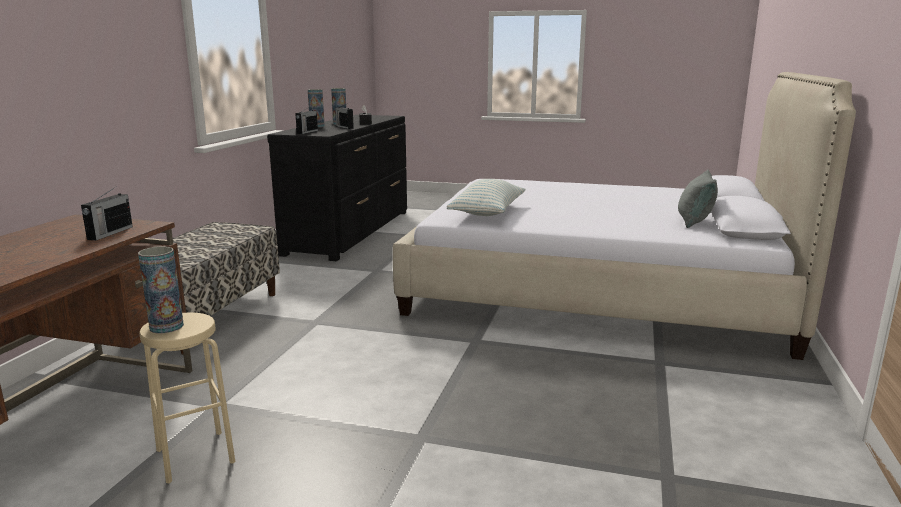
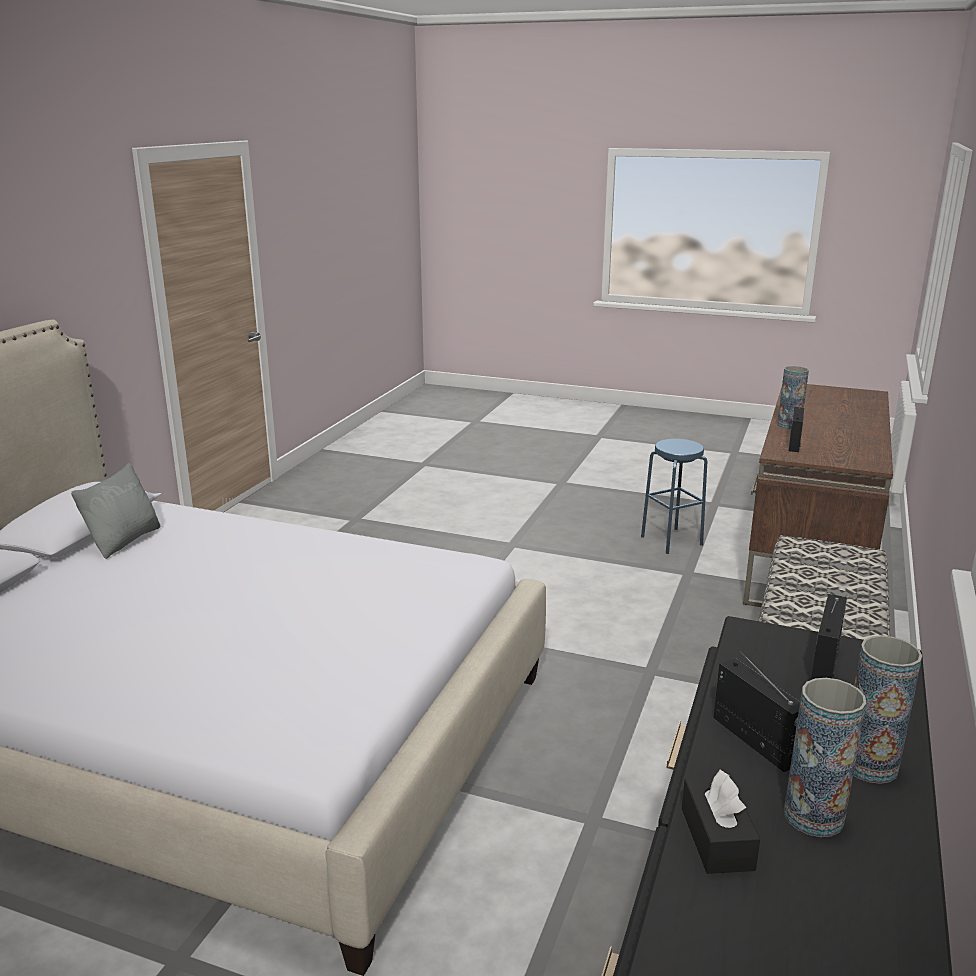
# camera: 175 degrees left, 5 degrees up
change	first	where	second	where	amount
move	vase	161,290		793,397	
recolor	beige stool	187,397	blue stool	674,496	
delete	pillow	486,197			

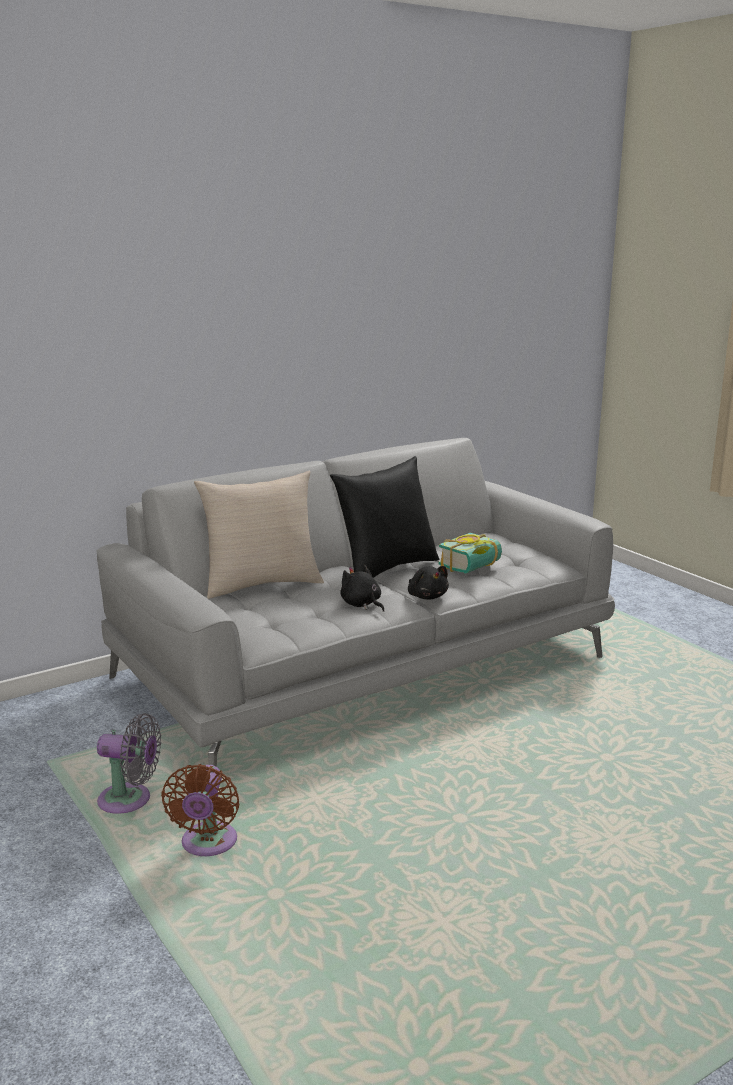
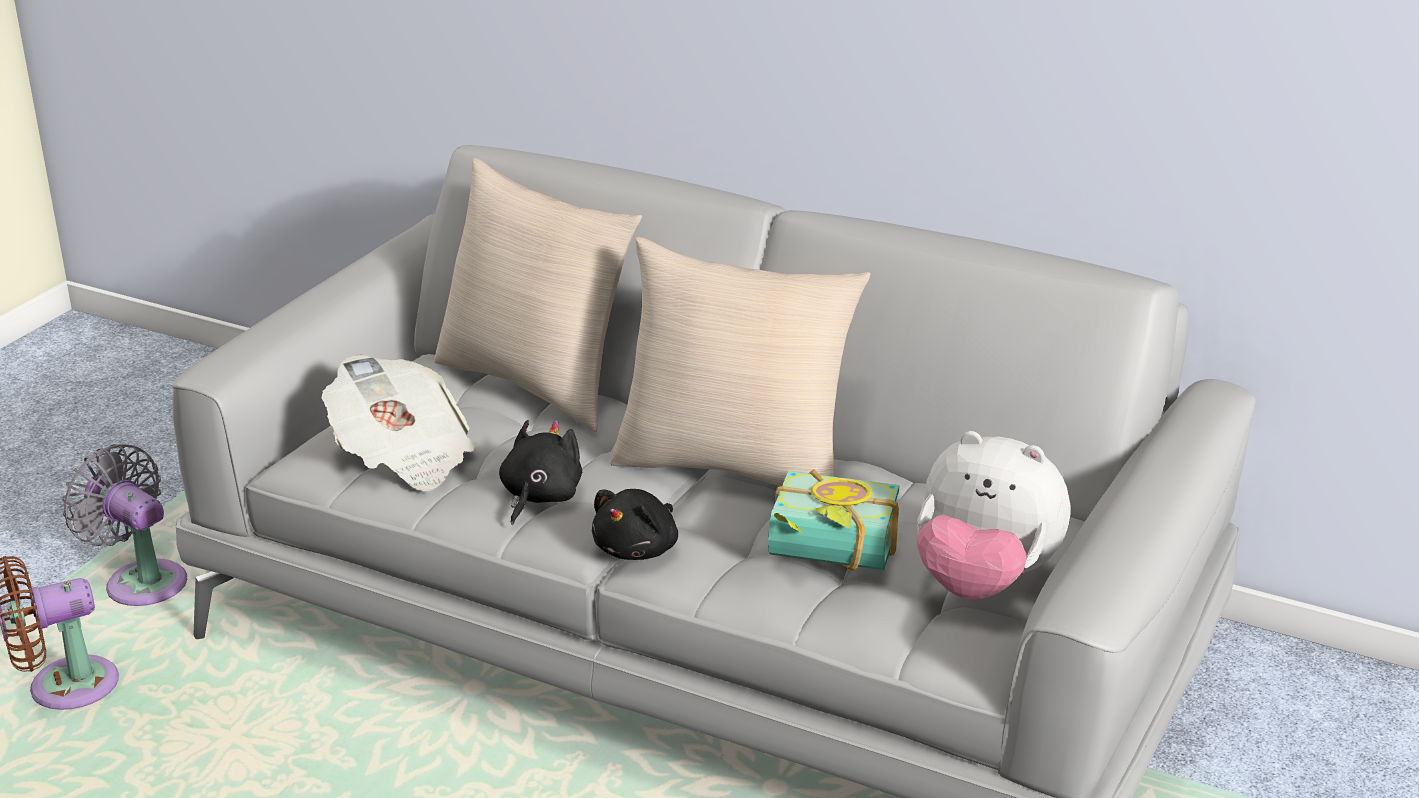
# camera: 60 degrees right, 10 degrees up
change	first	where	second	where	amount
rotate	grey fan	129,763		124,525	150 degrees clockwise
recolor	black pillow	384,517	beige pillow	740,361	
insert			newspaper	399,422	
insert			plush toy	993,515	

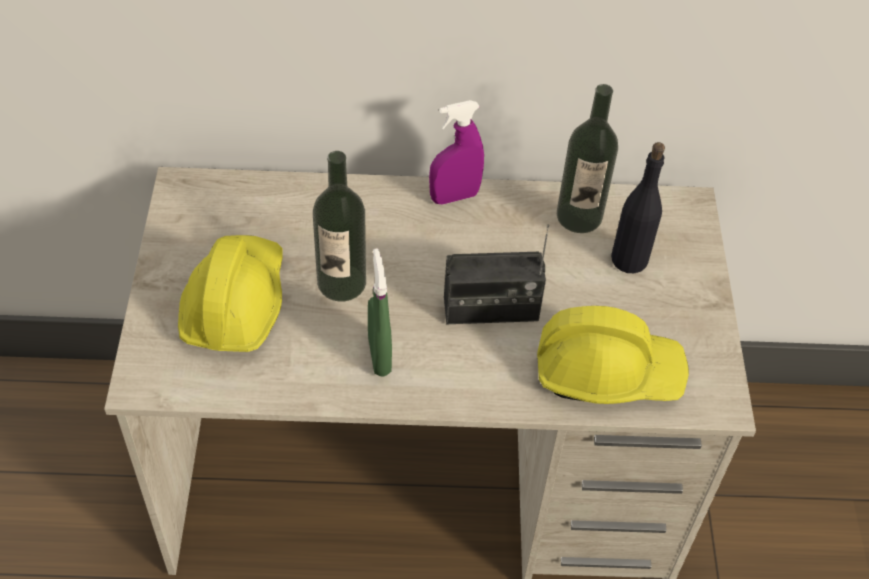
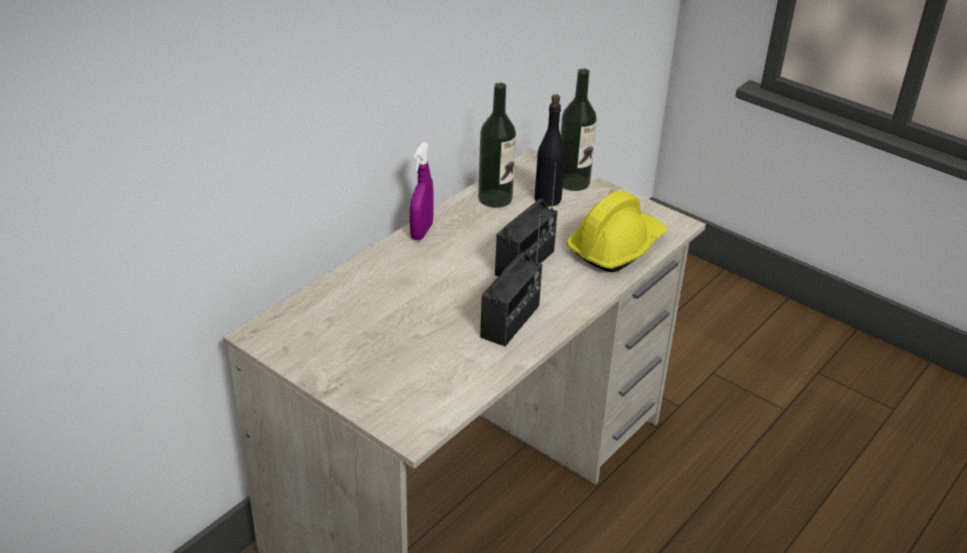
# camera: 50 degrees left, 15 degrees down
change	first	where	second	where	amount
delete	yellow hard hat	230,293			
move	bottle	339,226		579,129	
replace	green spray bottle	380,312	radio	511,281	

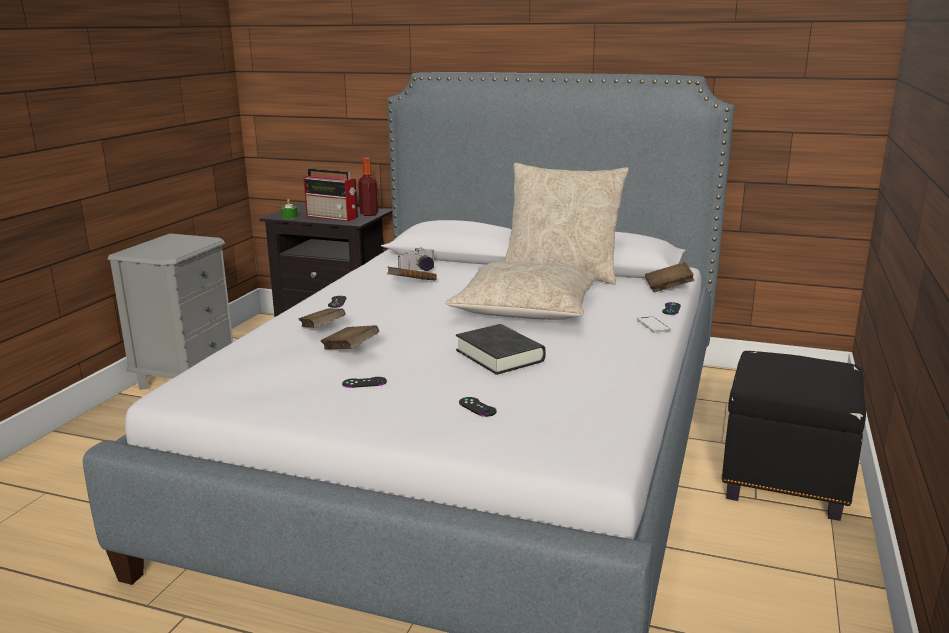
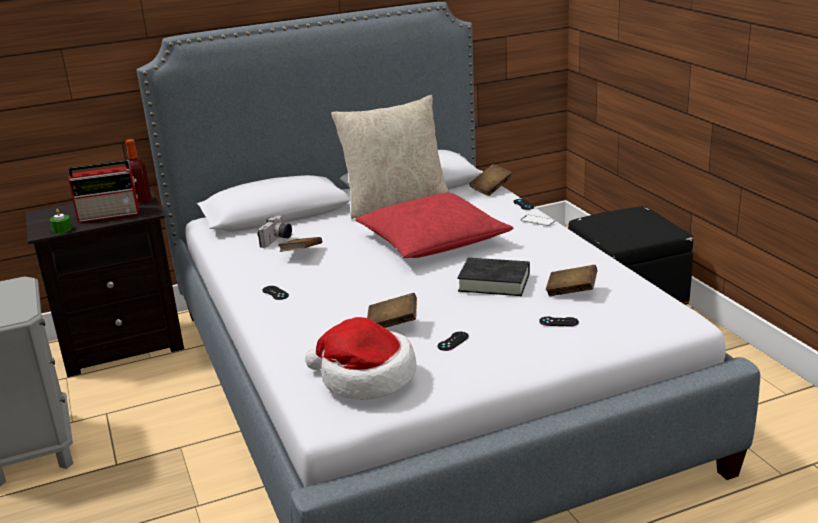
# camera: 40 degrees left, 5 degrees up
change	first	where	second	where	amount
move	brown book	322,318		571,280	
recolor	beige pillow	522,291	red pillow	434,225	
insert			hat	360,358	

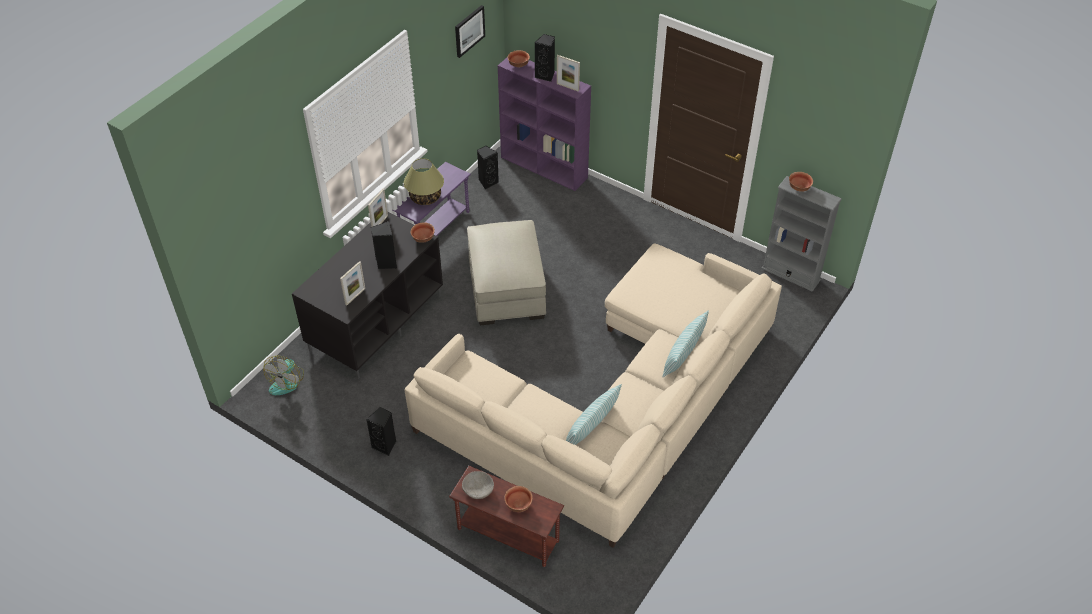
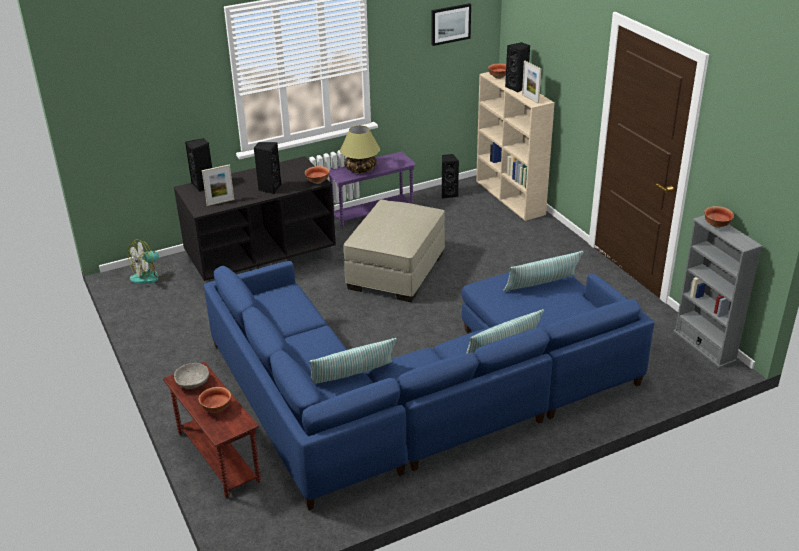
# camera: 30 degrees right, 15 degrees down
change	first	where	second	where	amount
move	black speaker	381,431		198,165	
delete	picture frame	378,208			
recolor	beige sofa	593,396	blue sofa	429,385	
recolor	purple bookcase	544,124	beige bookcase	515,146	
insert			pillow	543,271	

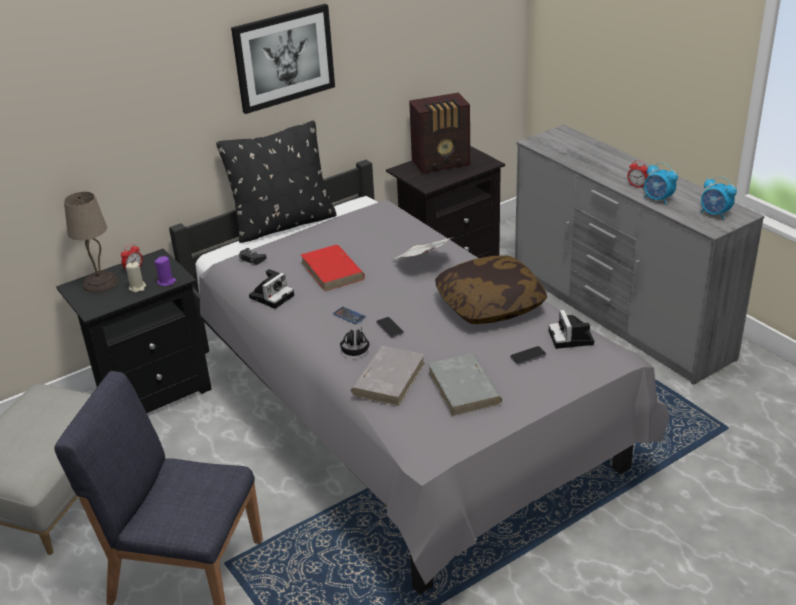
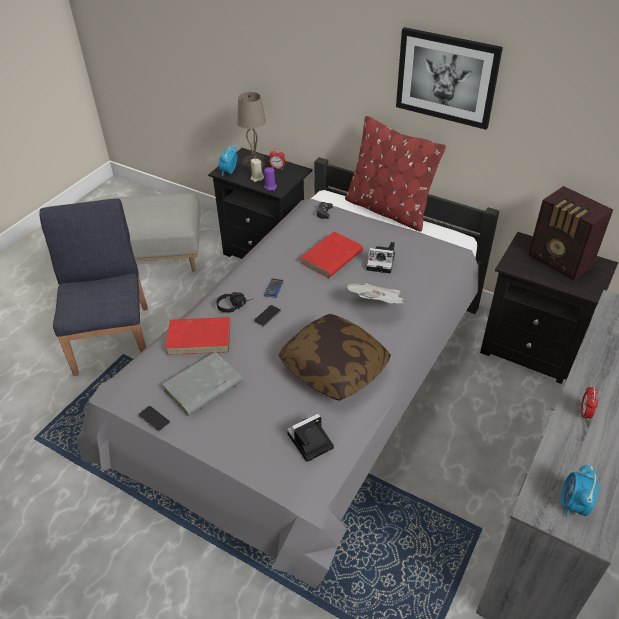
# camera: 65 degrees right, 10 degrees up
change	first	where	second	where	amount
recolor	black pillow	276,181	red pillow	395,174	
move	photo camera	271,289		381,257	
recolor	grey book	388,376	red book	198,336	
move	phone	528,355		154,419	
move	alarm clock	661,183		228,160	

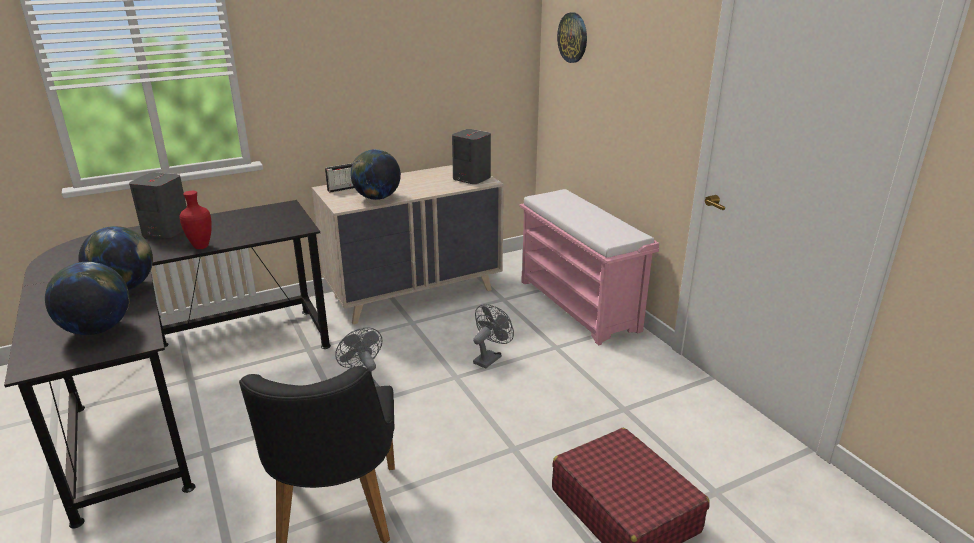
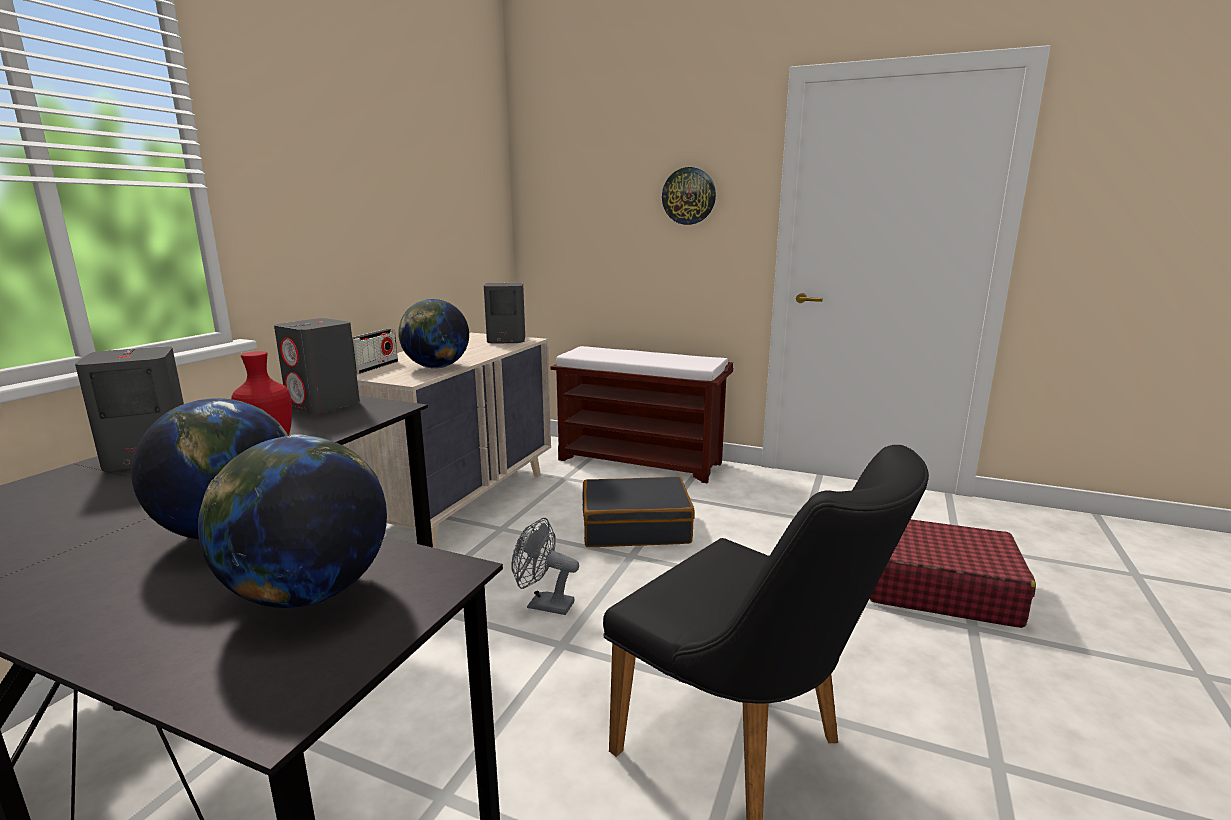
# camera: 40 degrees left, 10 degrees down
change	first	where	second	where	amount
replace	grey fan	493,336	black suitcase	639,511	
recolor	pink bench	589,267	brown bench	642,414	
move	wall clock	572,37		689,196	
insert			grey speaker	317,365	

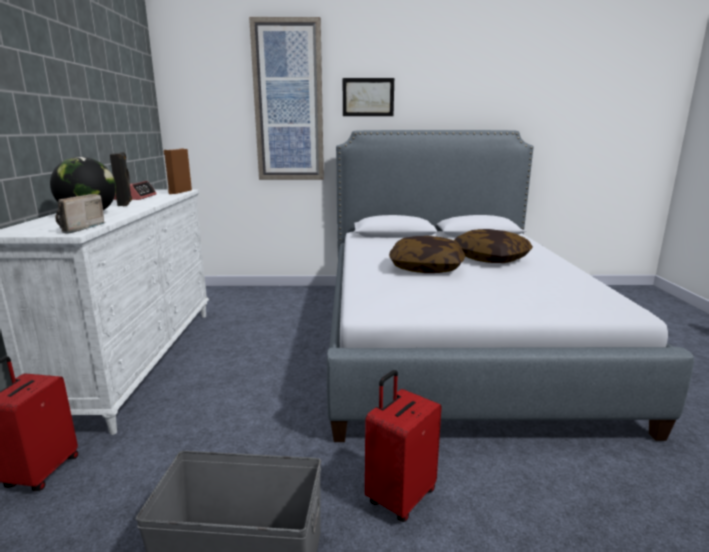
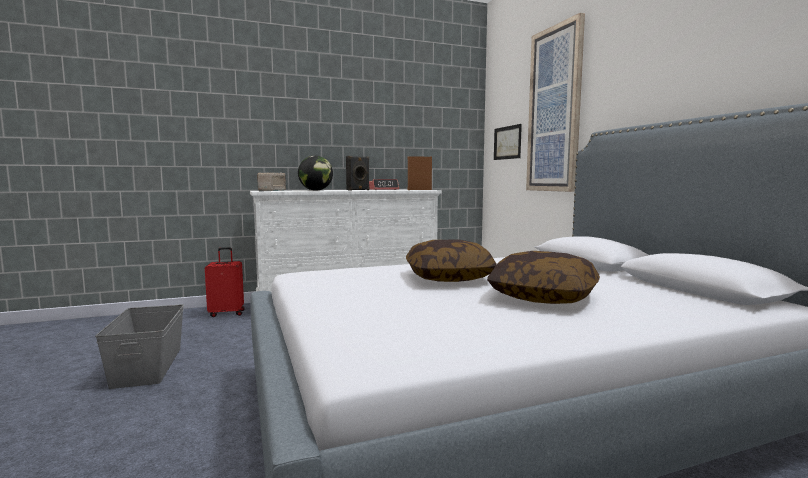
# camera: 70 degrees right, 10 degrees down
change	first	where	second	where	amount
move	picture	368,97		508,142	
delete	red suitcase	403,446			

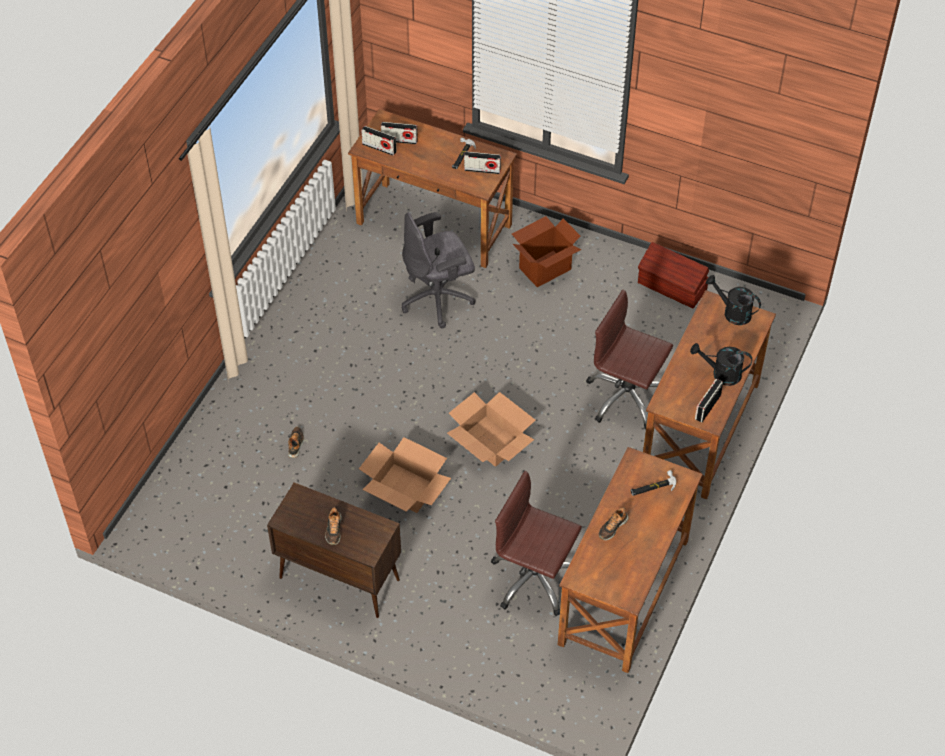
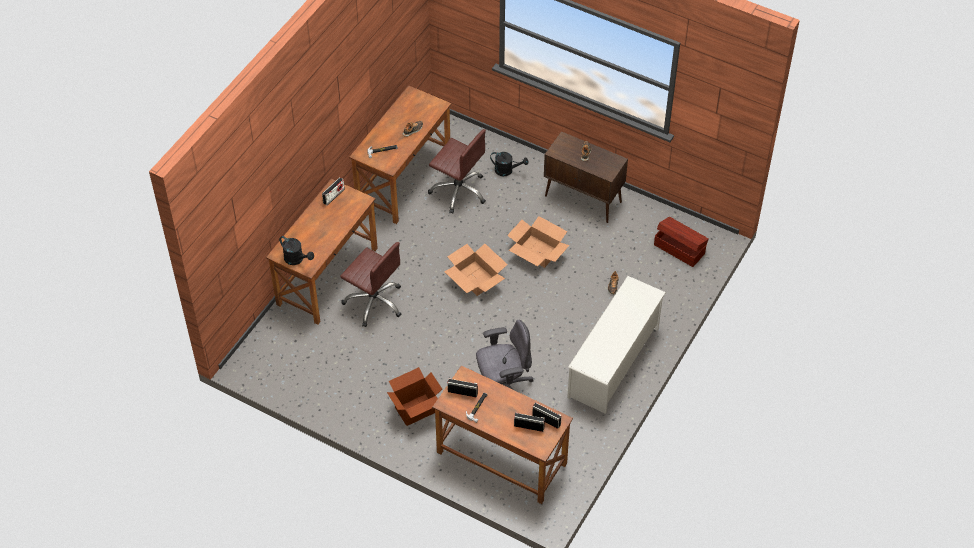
# camera: 175 degrees left, 0 degrees up
change	first	where	second	where	amount
move	brown storage box	673,275		681,242	
move	black watering can	721,364		509,164	
insert			white shoe rack	616,345	

